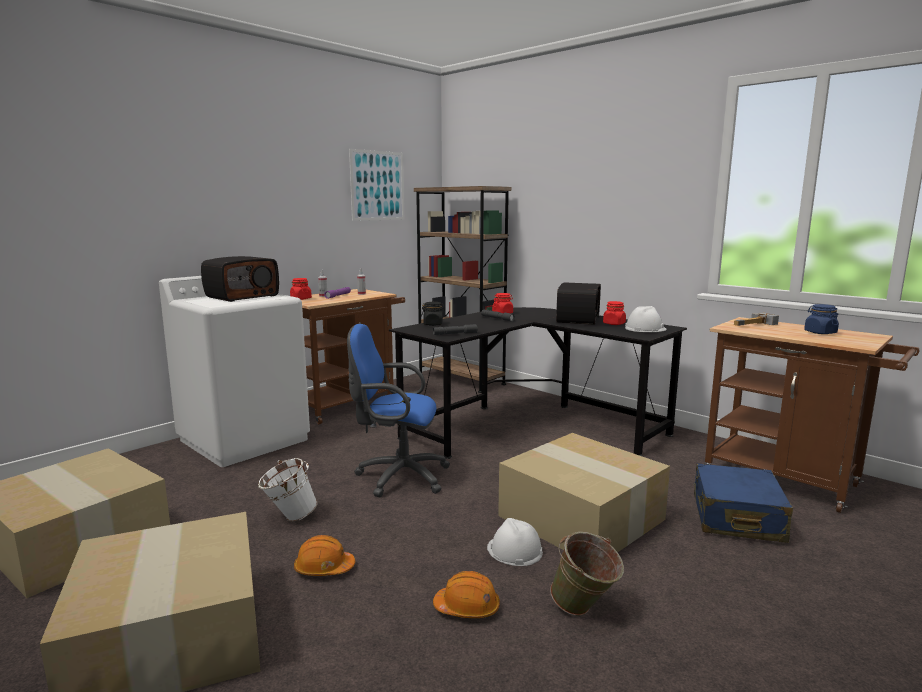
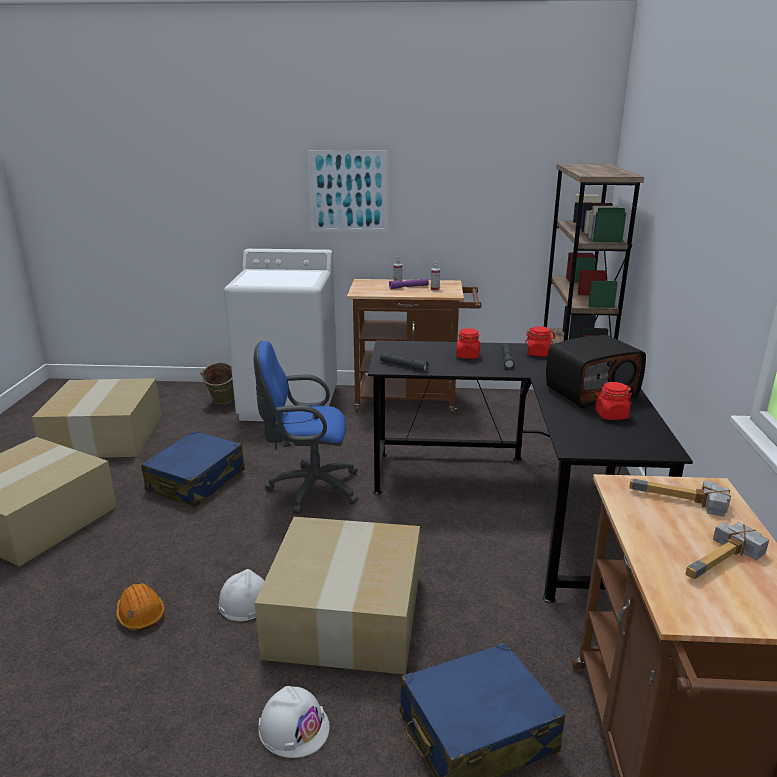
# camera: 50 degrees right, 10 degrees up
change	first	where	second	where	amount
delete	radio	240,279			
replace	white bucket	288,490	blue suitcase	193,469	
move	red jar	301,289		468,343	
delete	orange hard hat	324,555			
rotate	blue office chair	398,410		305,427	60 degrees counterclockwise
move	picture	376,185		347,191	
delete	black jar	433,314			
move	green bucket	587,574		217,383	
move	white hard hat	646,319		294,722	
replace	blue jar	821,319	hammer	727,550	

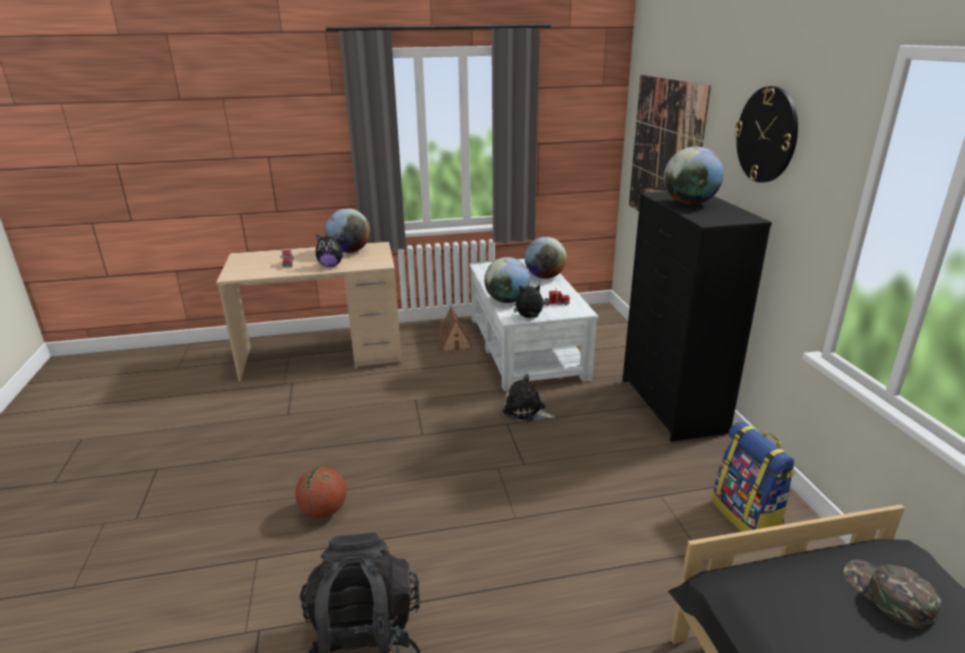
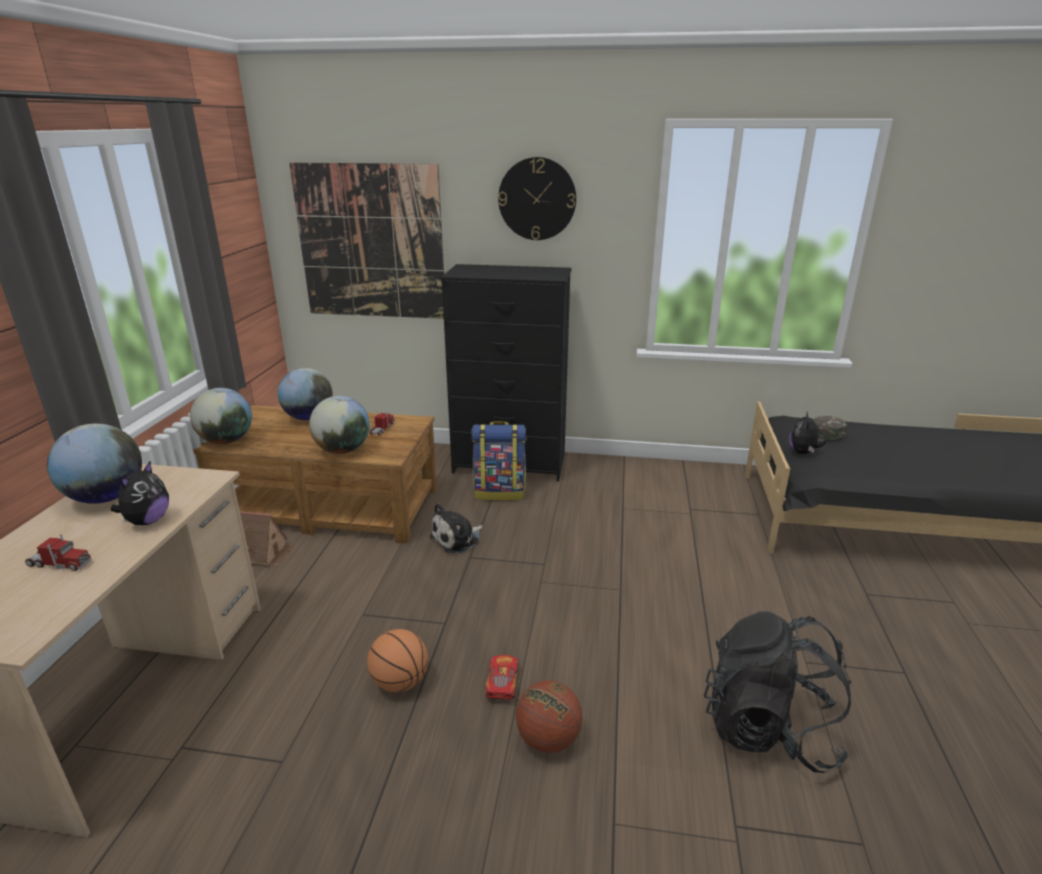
# camera: 70 degrees left, 0 degrees up
change	first	where	second	where	amount
recolor	white coffee table	534,325	brown coffee table	315,474	
move	plush toy	528,301		807,433	
move	globe	694,176		221,416	
move	backpack	753,477		499,461	
insert			basketball	397,660	
insert			toy car	501,677	

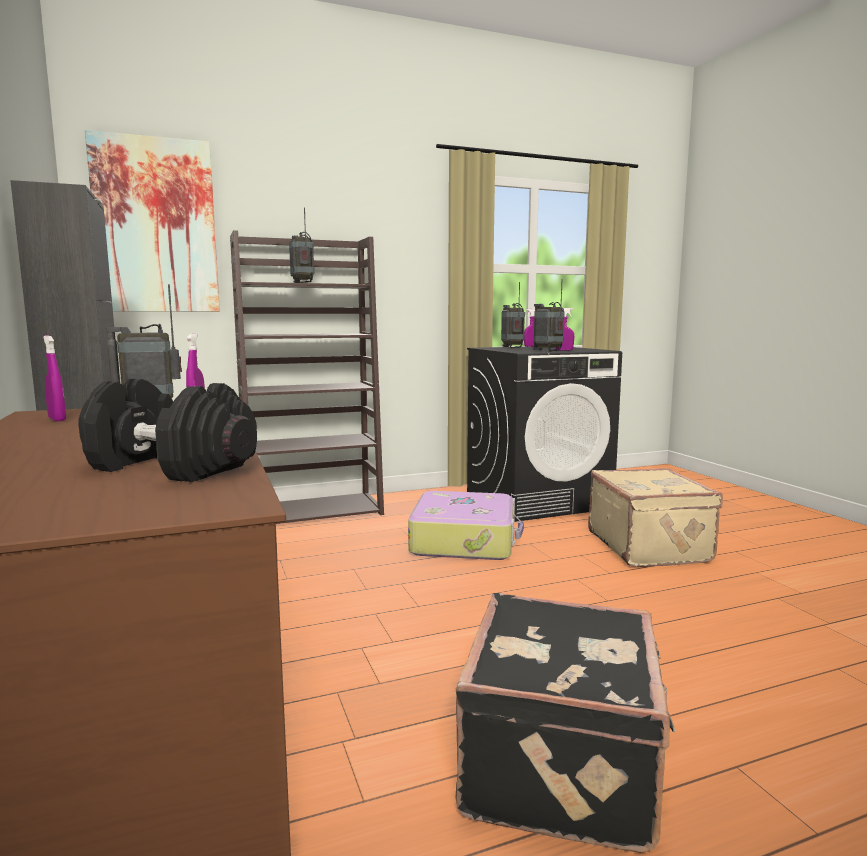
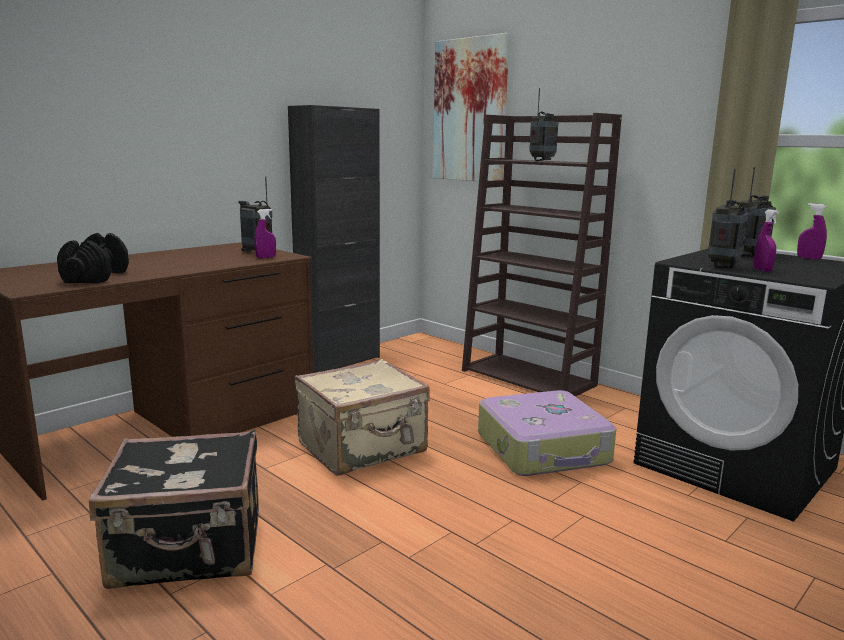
# camera: 65 degrees right, 5 degrees up
change	first	where	second	where	amount
delete	purple spray bottle	54,378			
move	beige suitcase	655,517		362,417	

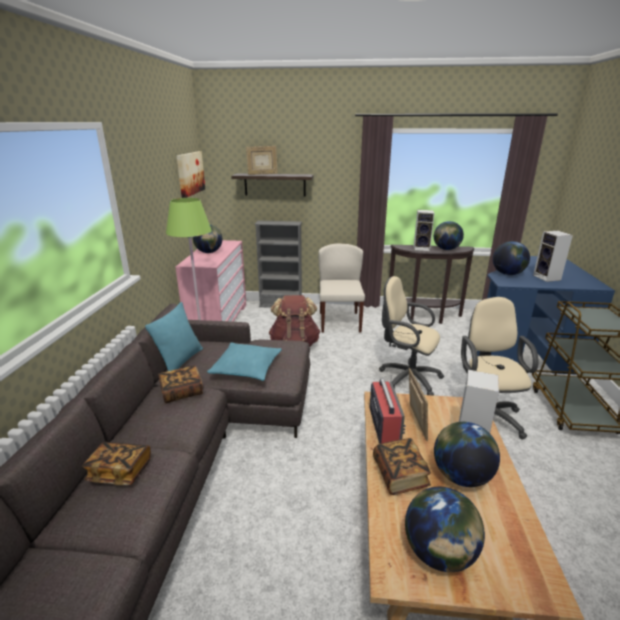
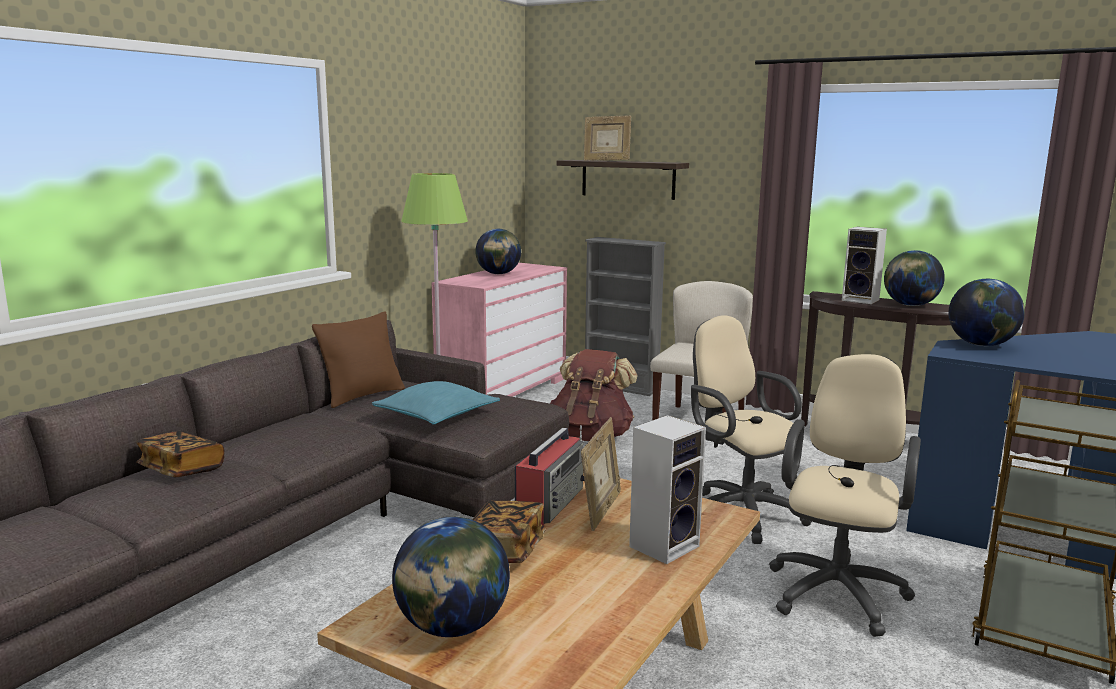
# camera: 25 degrees right, 10 degrees down
change	first	where	second	where	amount
recolor	turquoise pillow	174,336	brown pillow	358,359	
delete	book	180,384			
delete	picture	191,174			
delete	globe	467,454			
delete	speaker	553,256			

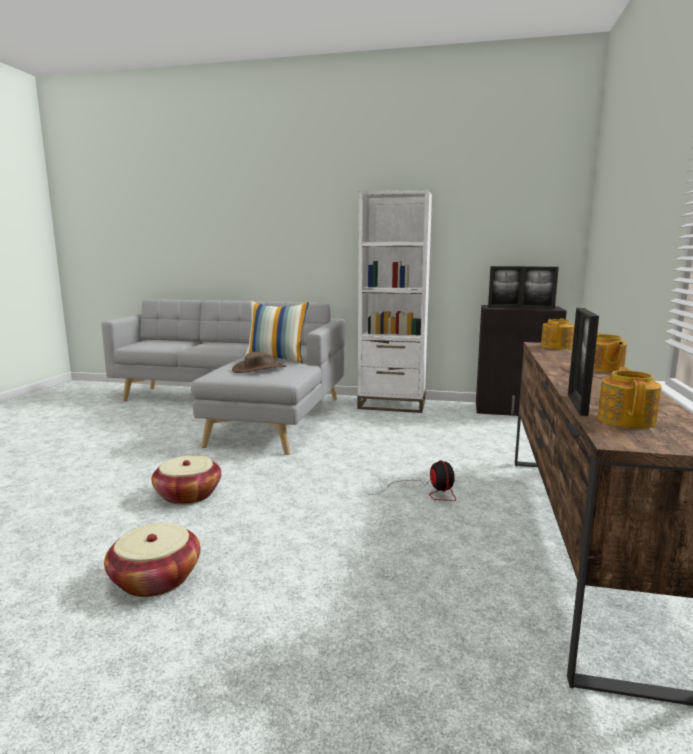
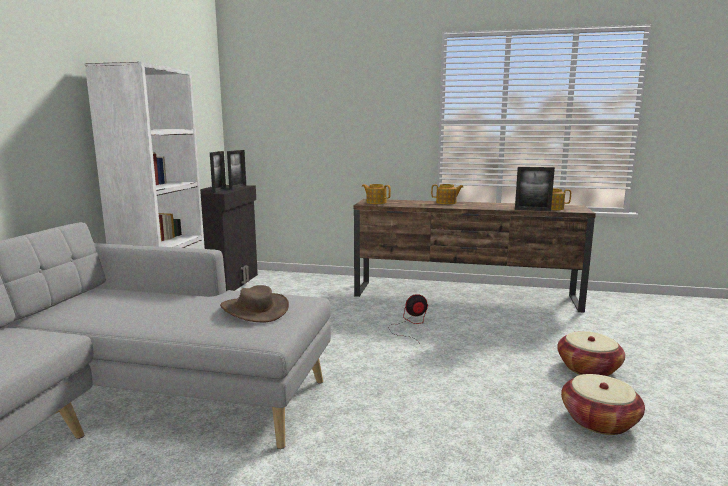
# camera: 90 degrees left, 0 degrees up
change	first	where	second	where	amount
move	basket	186,480		591,353	
delete	pillow	276,332			

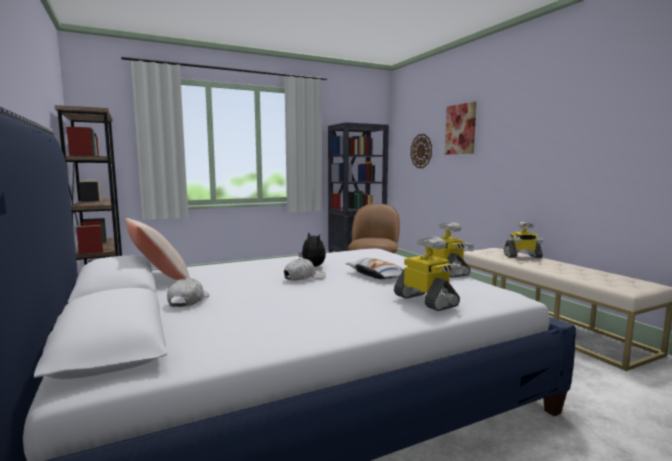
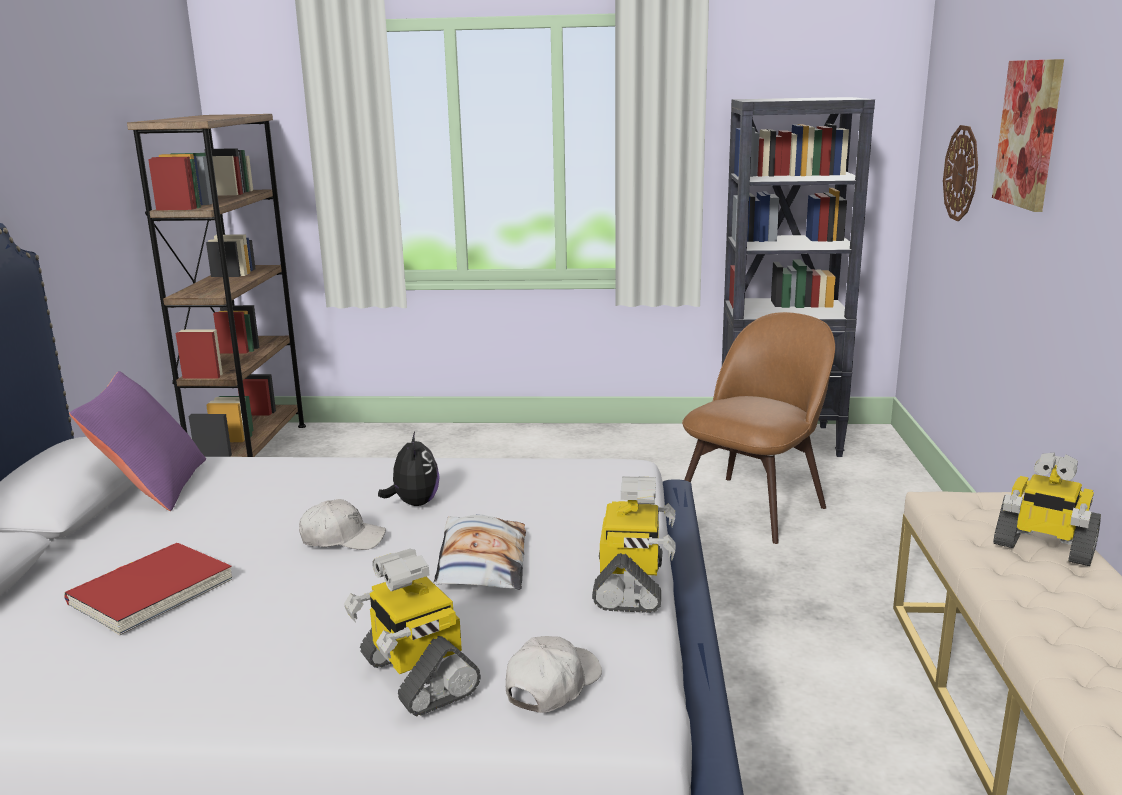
# camera: 30 degrees right, 10 degrees up
change	first	where	second	where	amount
recolor	beige pillow	157,249	purple pillow	137,441	
move	white cap	188,292		554,674	
rotate	toy robot	428,273		412,632	150 degrees clockwise
insert			red book	148,589	

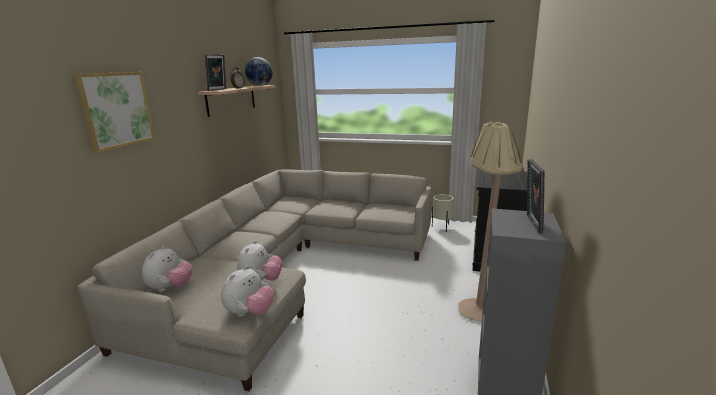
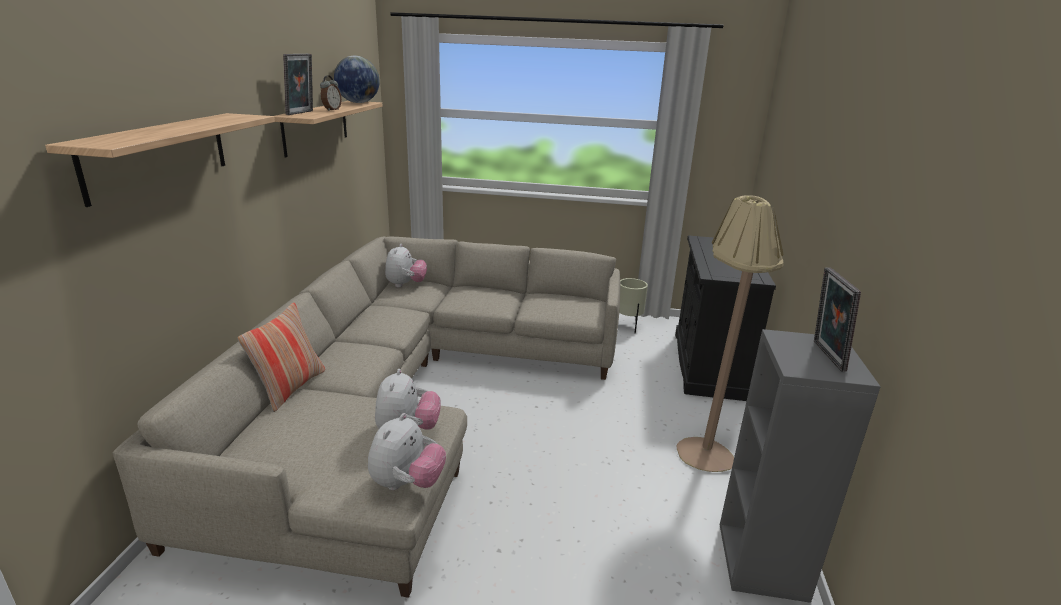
# camera: 10 degrees left, 5 degrees up
change	first	where	second	where	amount
replace	picture	114,112	shelf	160,160	
move	plush toy	167,268		406,266	
insert			pillow	281,357	

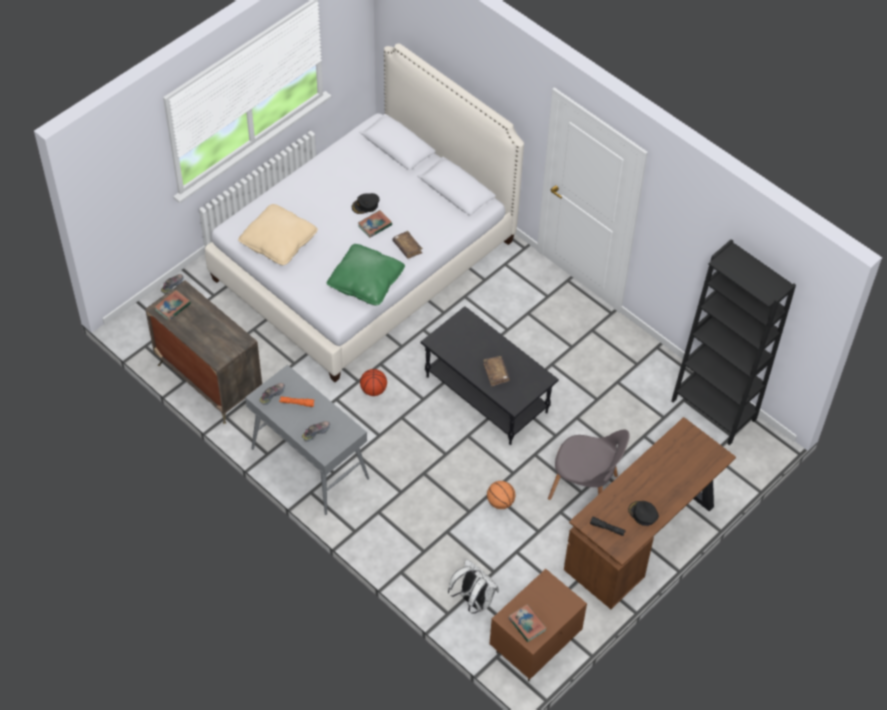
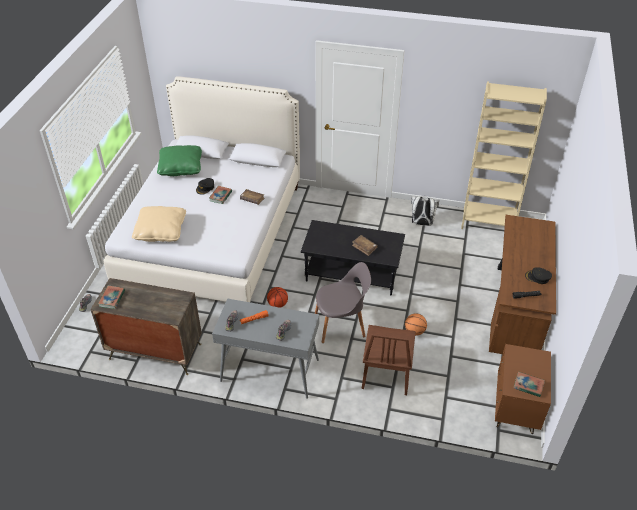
# camera: 30 degrees left, 10 degrees down
change	first	where	second	where	amount
move	green pillow	366,274		179,160	
move	white backpack	473,586		425,211	
move	grey chair	588,465		343,302	
recolor	black bookcase	733,342	beige bookcase	504,155	
insert			brown chair	389,360	

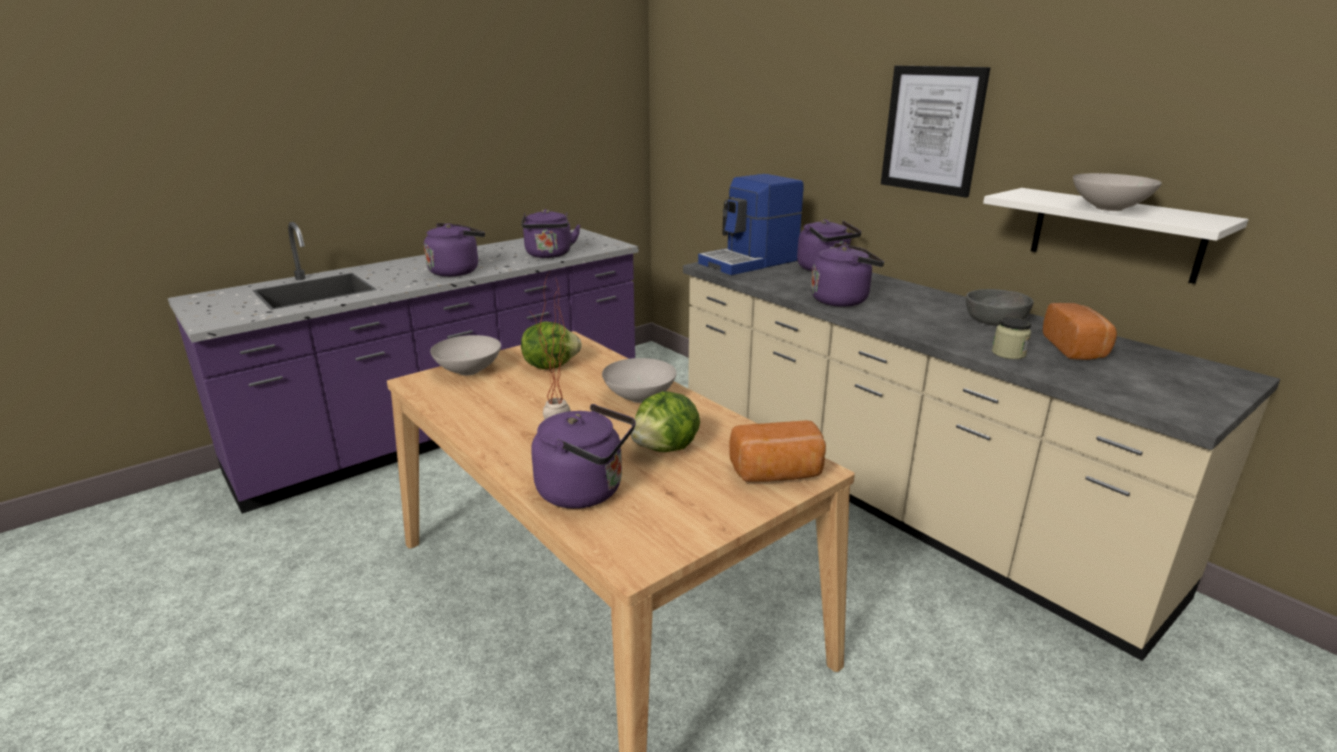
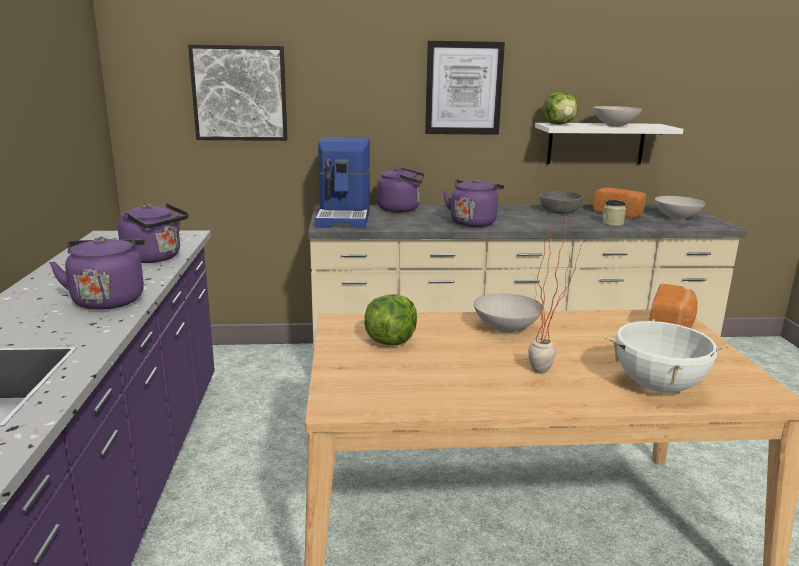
# camera: 55 degrees left, 5 degrees down
change	first	where	second	where	amount
move	white bowl	465,355		680,208	
replace	purple kettle	583,456	white cooking pot	666,356	
move	lettuce	665,421		561,108	
insert			picture	238,93	

